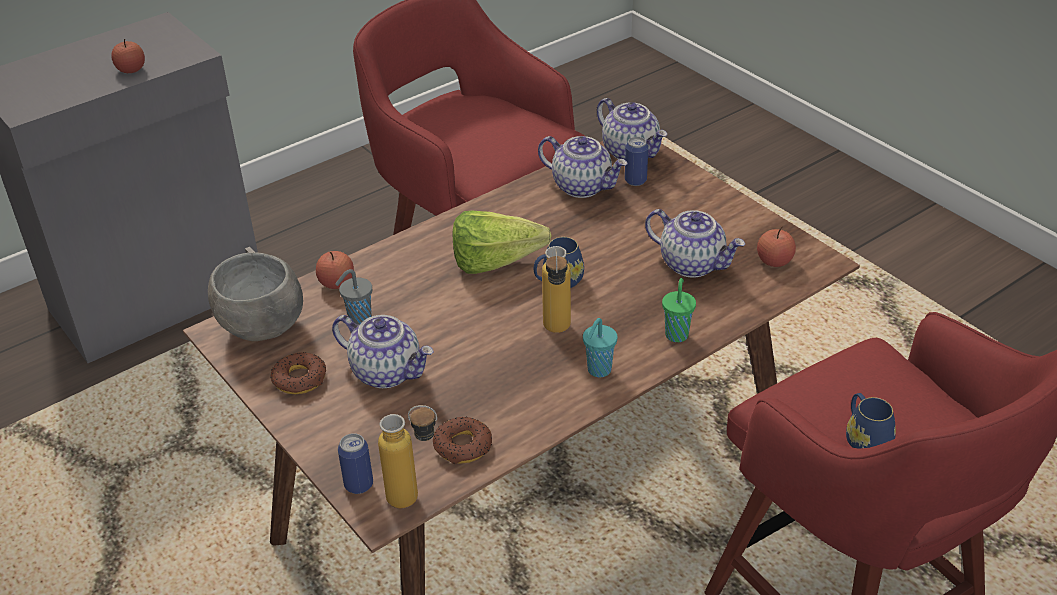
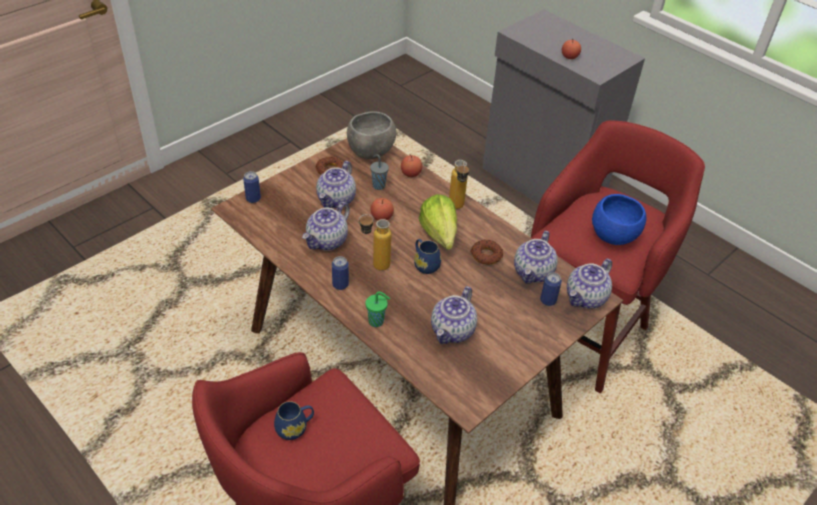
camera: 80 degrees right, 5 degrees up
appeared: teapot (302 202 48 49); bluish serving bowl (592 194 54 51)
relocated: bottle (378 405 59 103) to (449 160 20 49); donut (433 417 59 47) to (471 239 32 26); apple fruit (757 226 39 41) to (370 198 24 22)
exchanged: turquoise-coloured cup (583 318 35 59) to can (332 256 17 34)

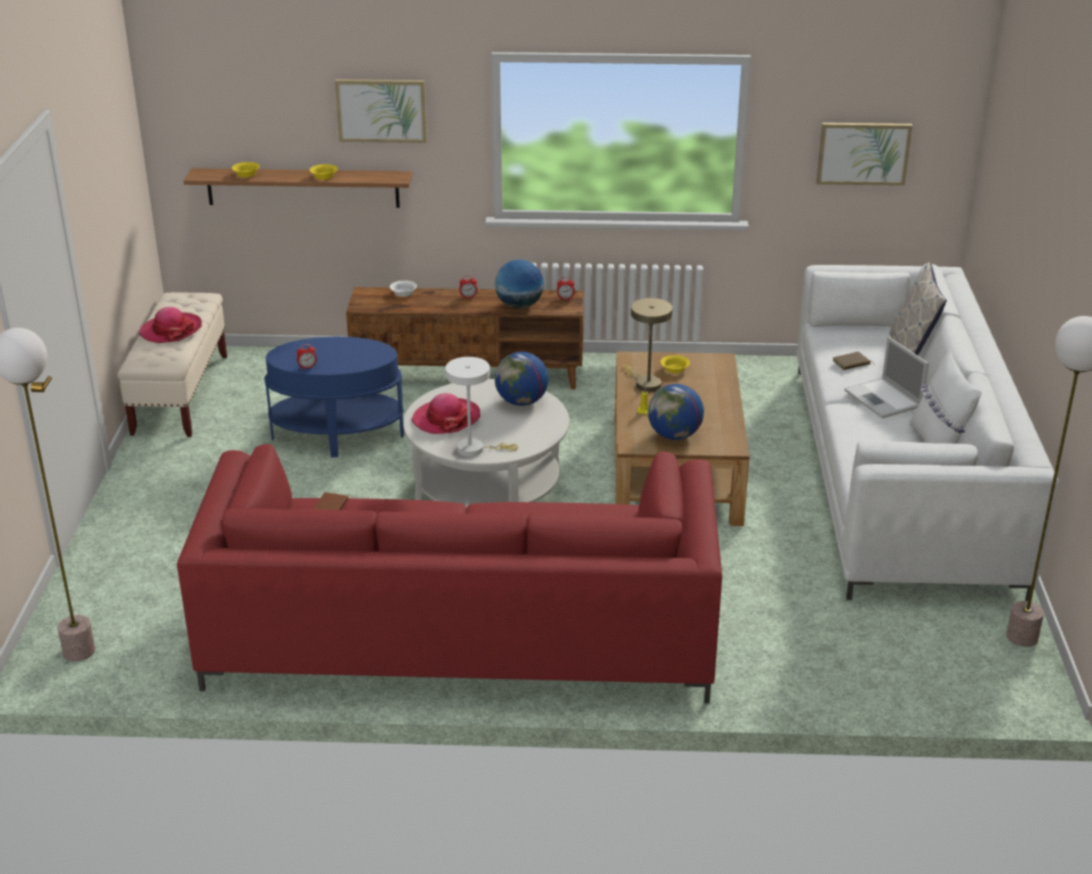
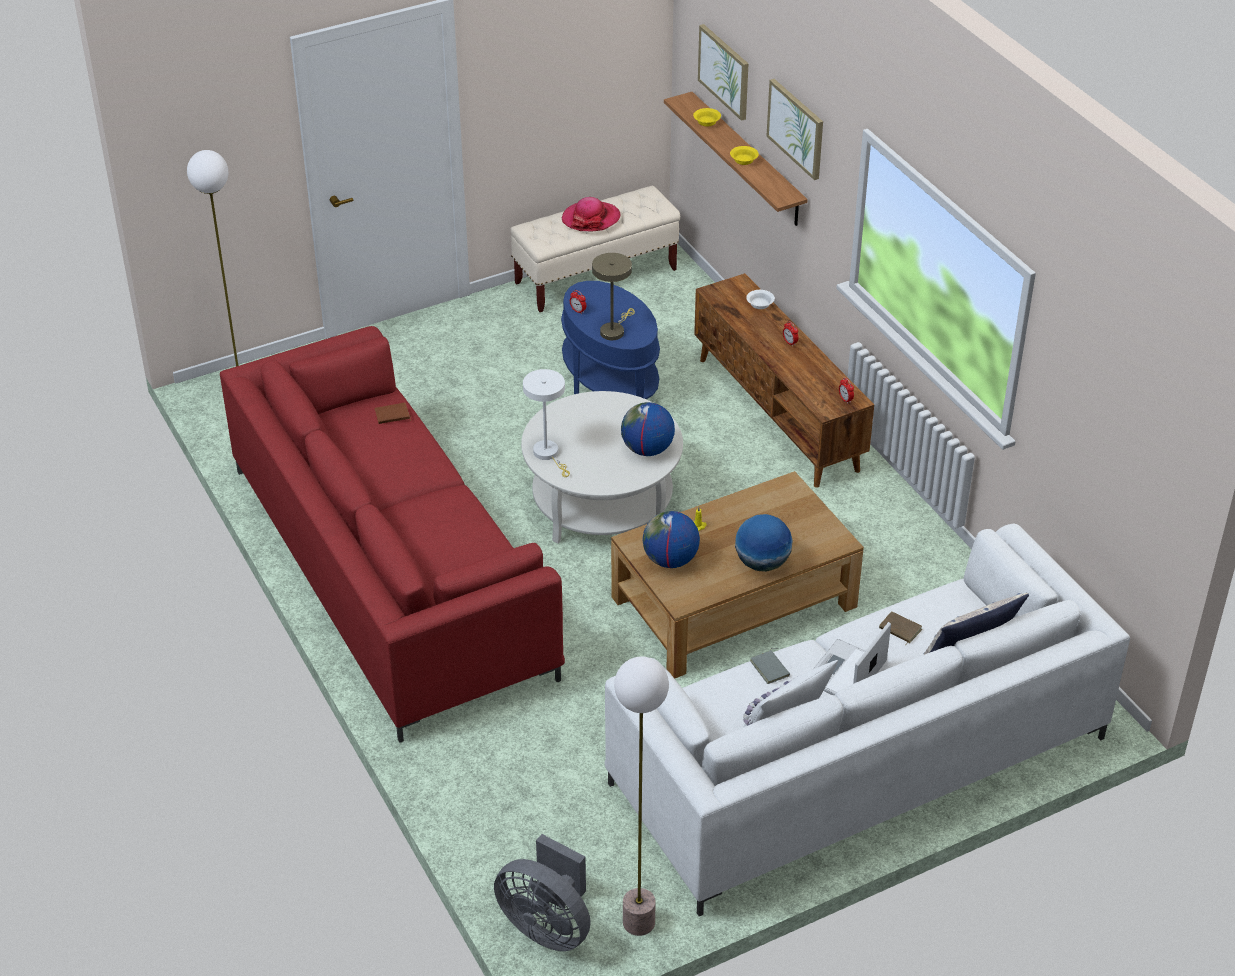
camera: 60 degrees right, 10 degrees up
missing: wearable hat (412 393 68 41); yellowish serving bowl (660 355 30 19)
appeared: gray cooling fan (494 834 97 117); gray volume (750 648 40 36)
relocated: world globe (495 260 49 49) to (735 514 58 58); beige-coloured table lamp (623 298 49 94) to (592 253 43 87); wall art (816 123 96 63) to (698 24 51 97)

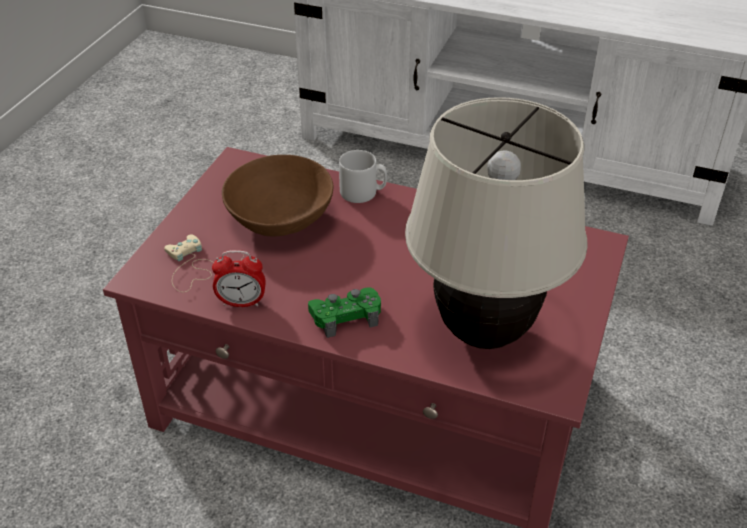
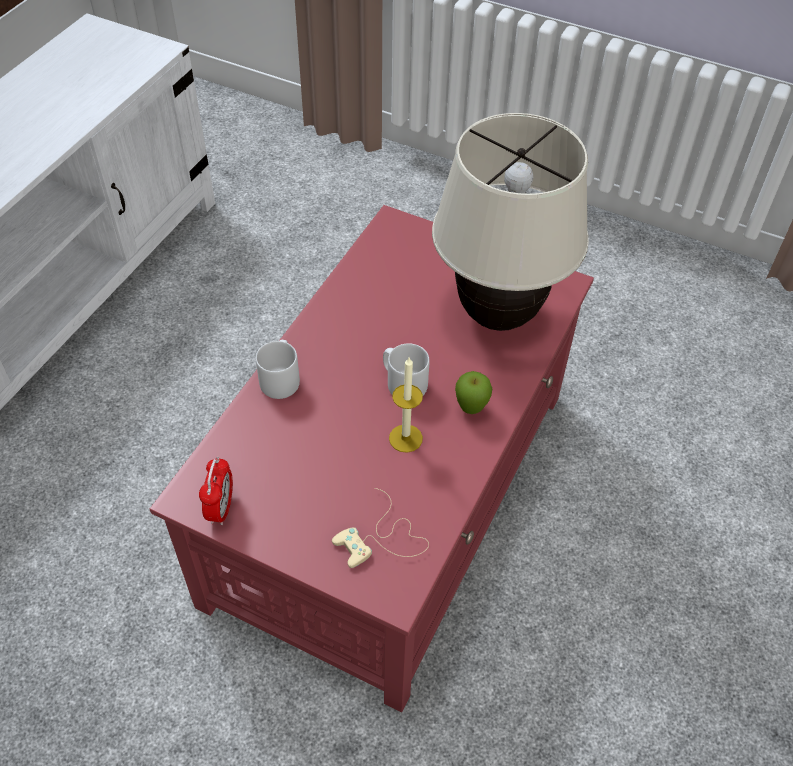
camera: 85 degrees left, 10 degrees up
missing: brown-coloured serving bowl (222 155 111 81)
appeared: gray tea mug (383 343 46 52); candle (389 357 34 96)
relocated: bedside clock (212 250 54 57) to (199 456 34 69)
exchanged: green game controller (308 287 73 51) to apple fruit (455 371 37 43)

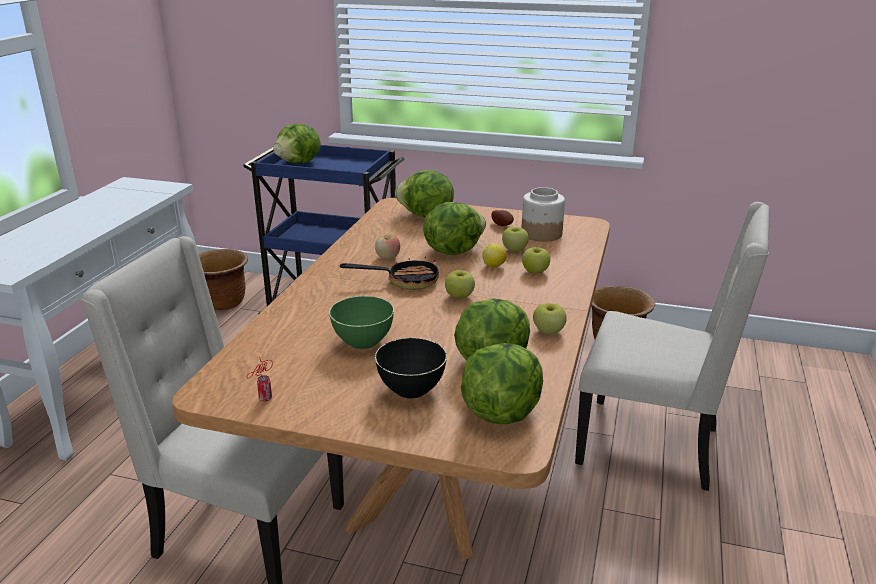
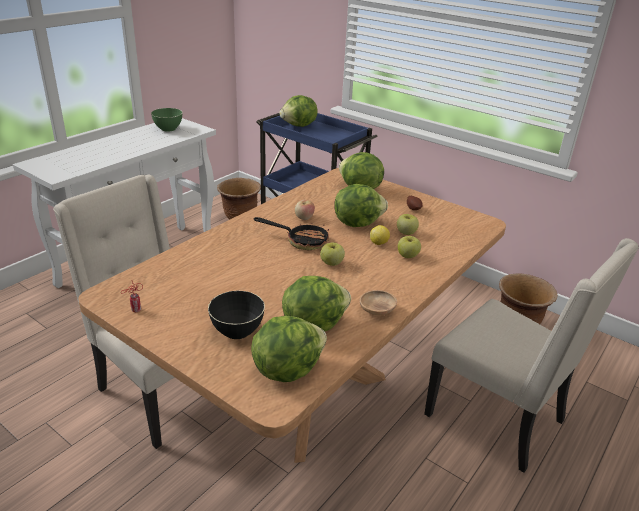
camera: 20 degrees right, 5 degrees up
missing: storage jar (521 187 44 55)
relocated: green serving bowl (329 296 65 53) to (151 108 32 23)
exchanged: apple fruit (533 303 34 31) to brown-coloured serving bowl (360 290 37 25)

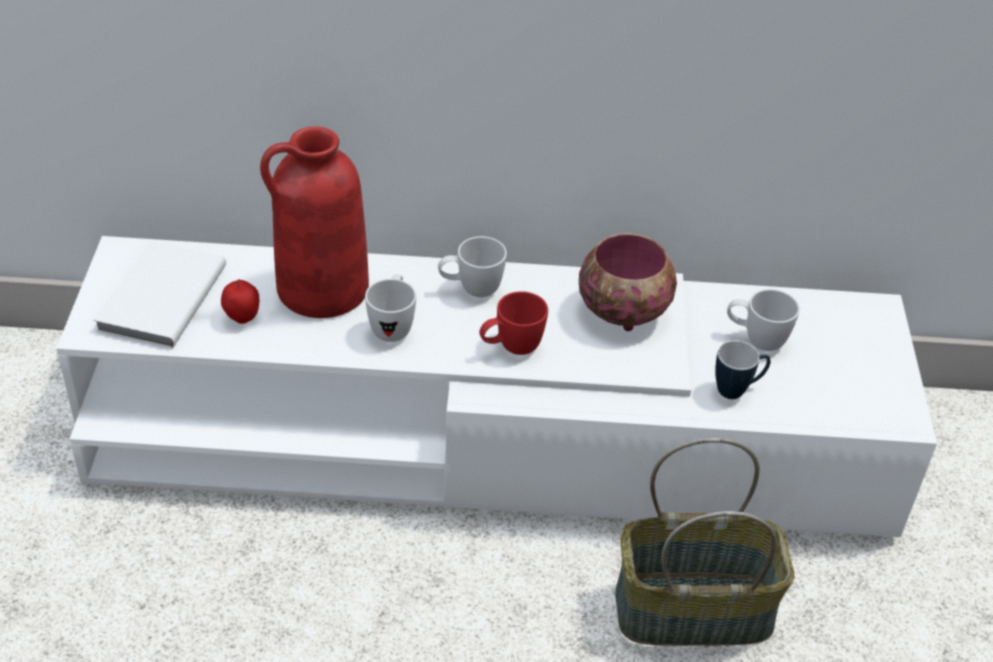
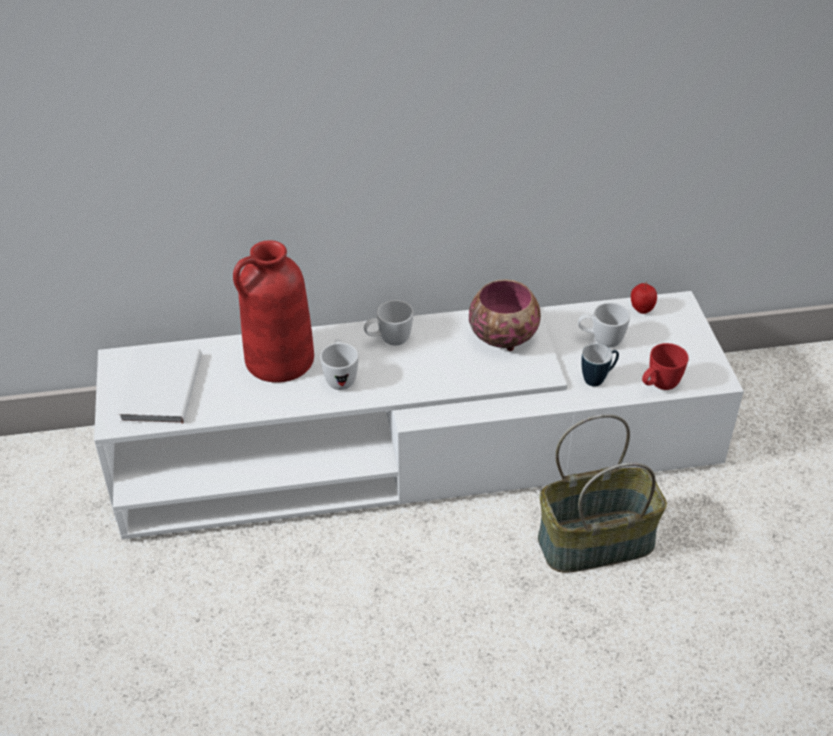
camera: 10 degrees left, 0 degrees up
relocated: apple fruit (221 279 38 45) to (631 282 26 32); red-coloured tea mug (479 291 69 64) to (642 343 47 47)

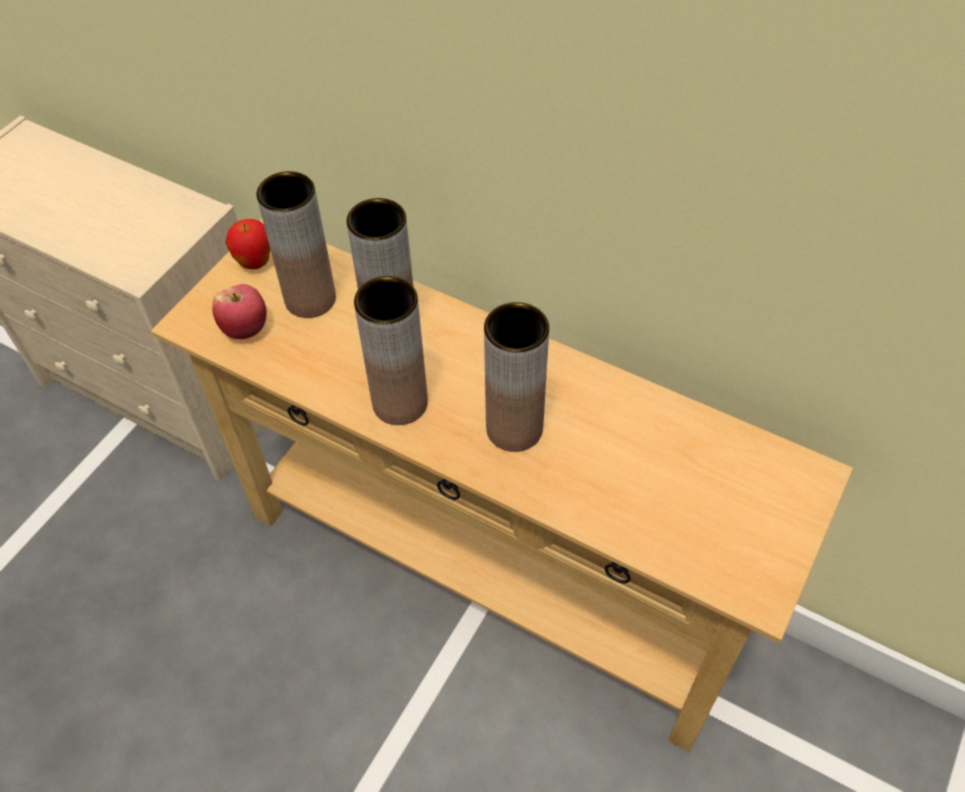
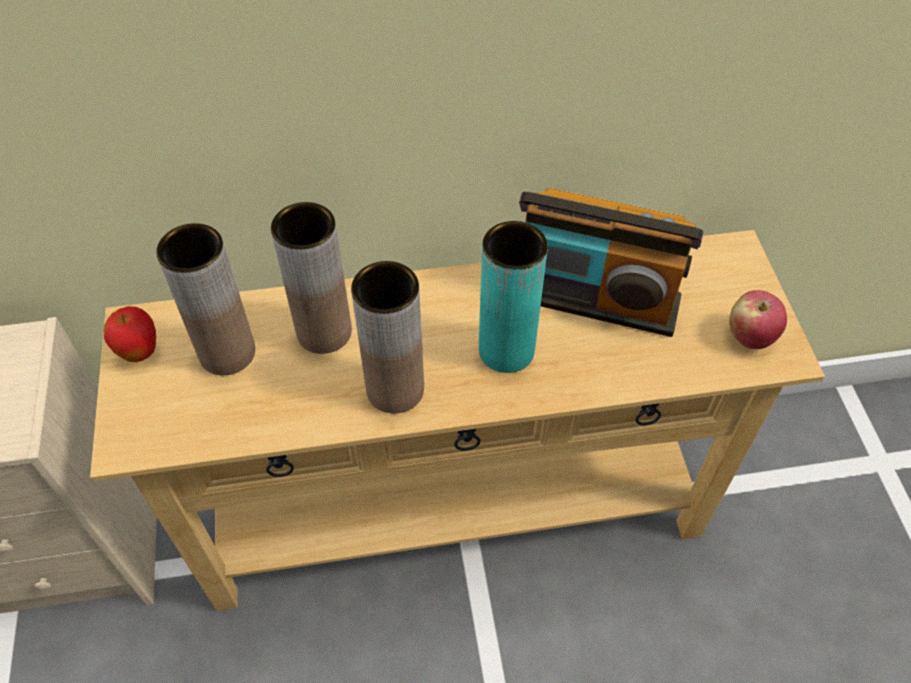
camera: 40 degrees left, 0 degrees up
appeared: radio receiver (519 188 185 149)
relocated: apple fruit (212 284 55 55) to (729 290 58 59)
colour: brown-coloured flower vase (484 302 65 150) to turquoise-coloured flower vase (479 221 69 152)

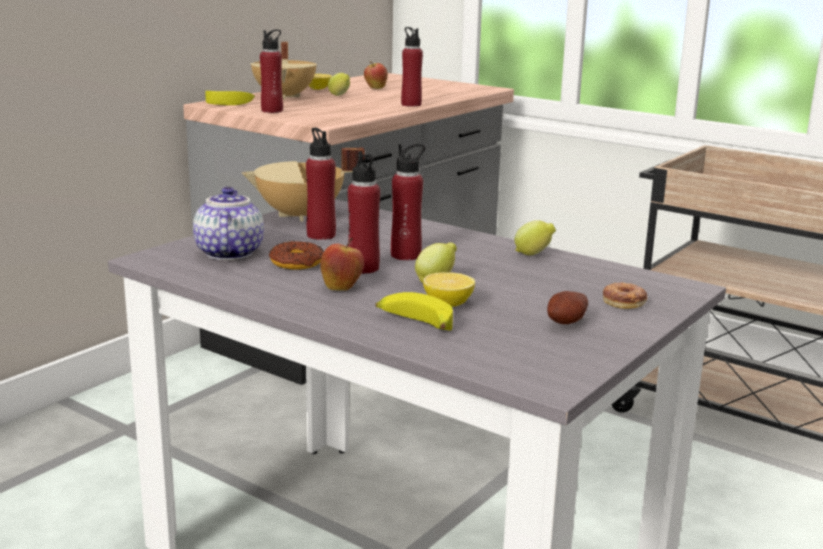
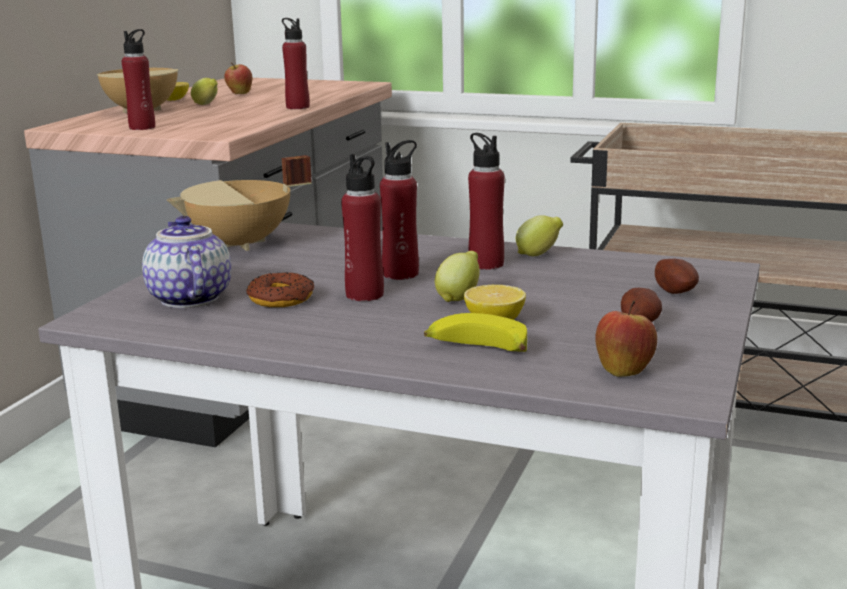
camera: 15 degrees left, 0 degrees up
missing: banana (205 91 50 14)
relocated: red-coloured bottle (306 128 30 112) to (468 133 37 137); apple fruit (320 238 44 53) to (595 301 62 76)
exchanged: donut (603 282 44 27) to potato (655 259 44 35)

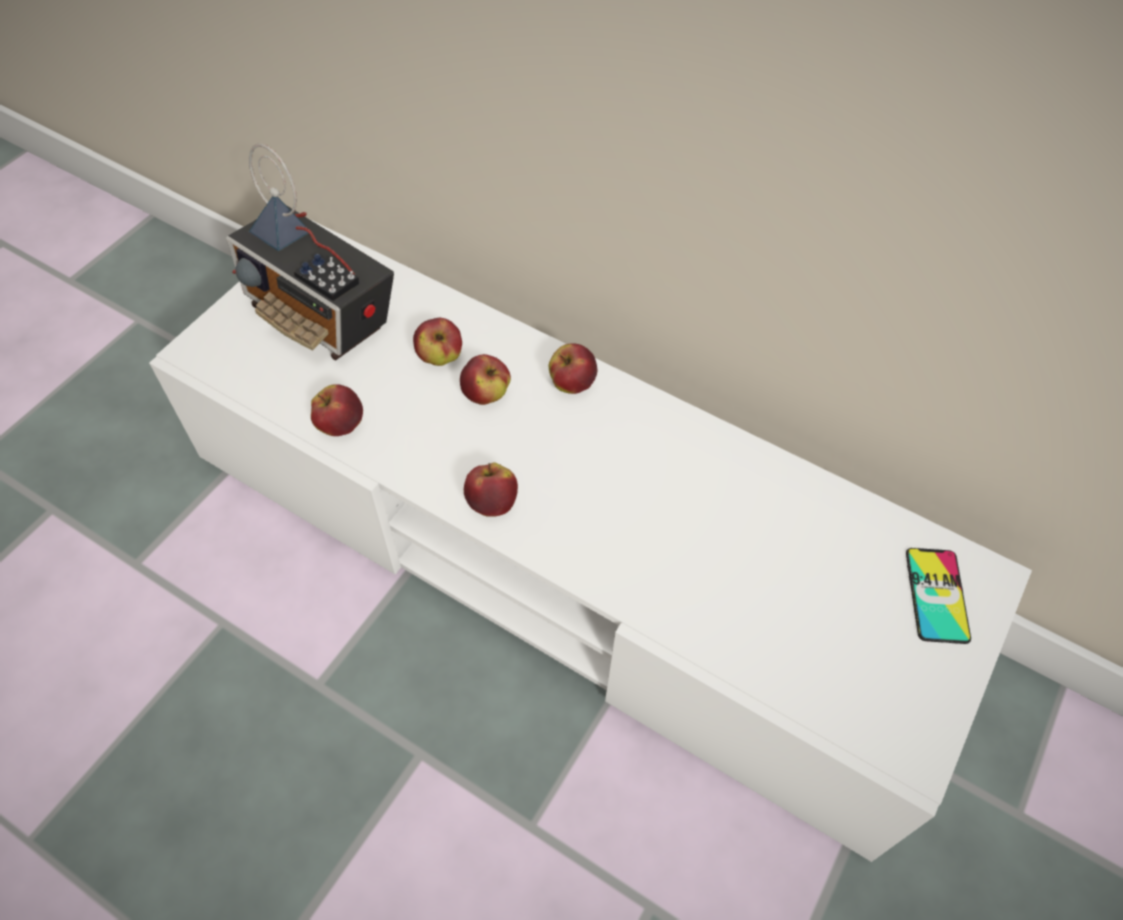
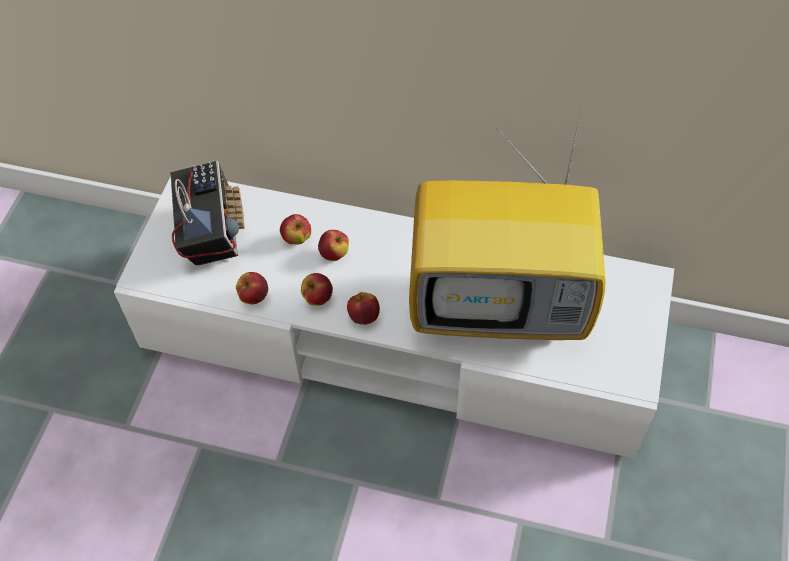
camera: 15 degrees left, 0 degrees up
missing: handset (906 548 65 96)
appeared: television (409 106 197 234)
relocated: apple fruit (549 343 48 51) to (301 273 32 33)
spun: radio receiver (226 144 168 216) = (171 161 74 104) 120 degrees counterclockwise

